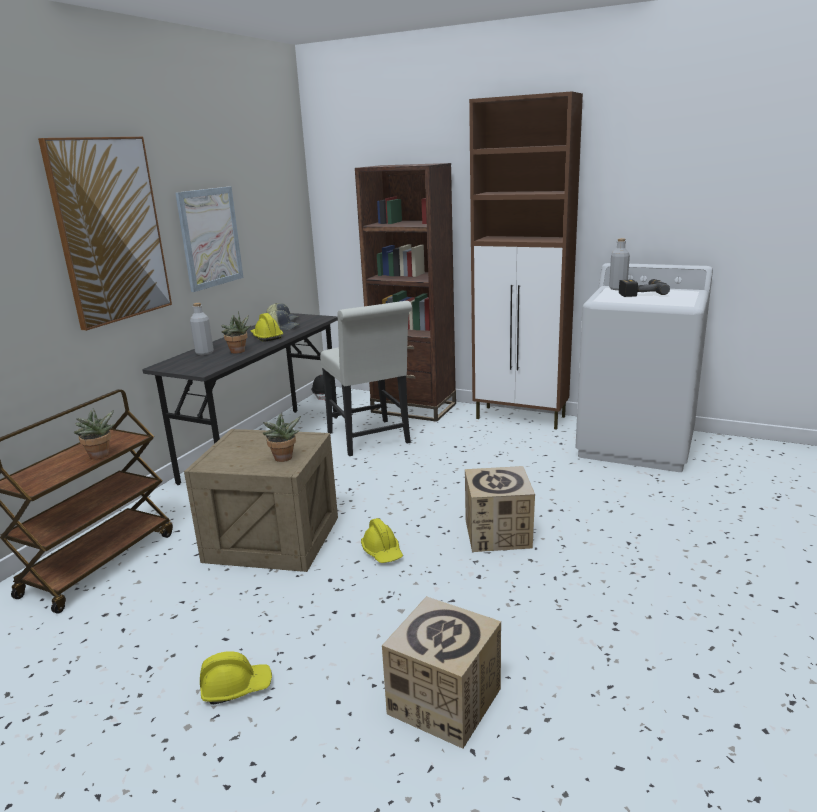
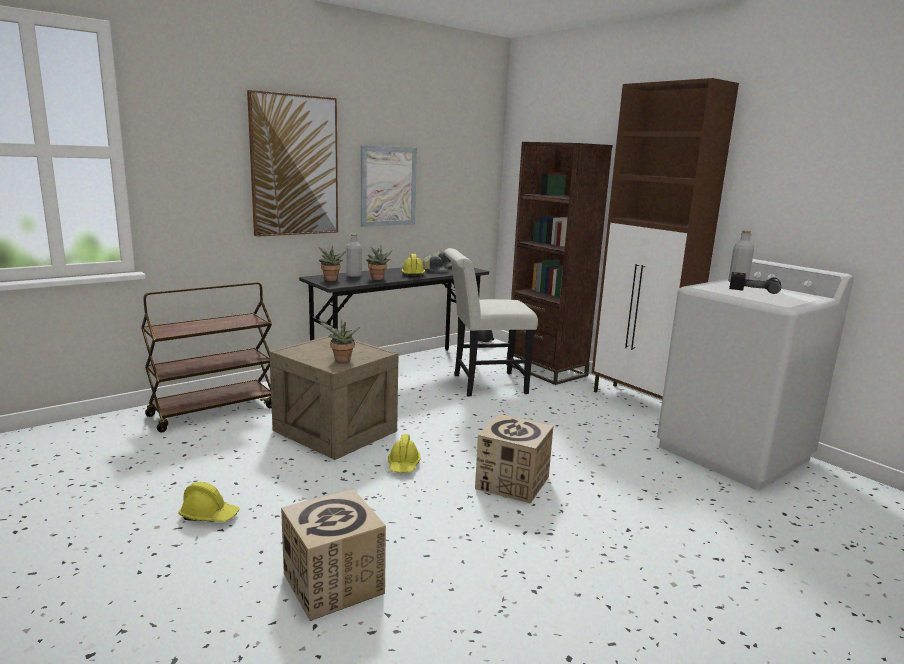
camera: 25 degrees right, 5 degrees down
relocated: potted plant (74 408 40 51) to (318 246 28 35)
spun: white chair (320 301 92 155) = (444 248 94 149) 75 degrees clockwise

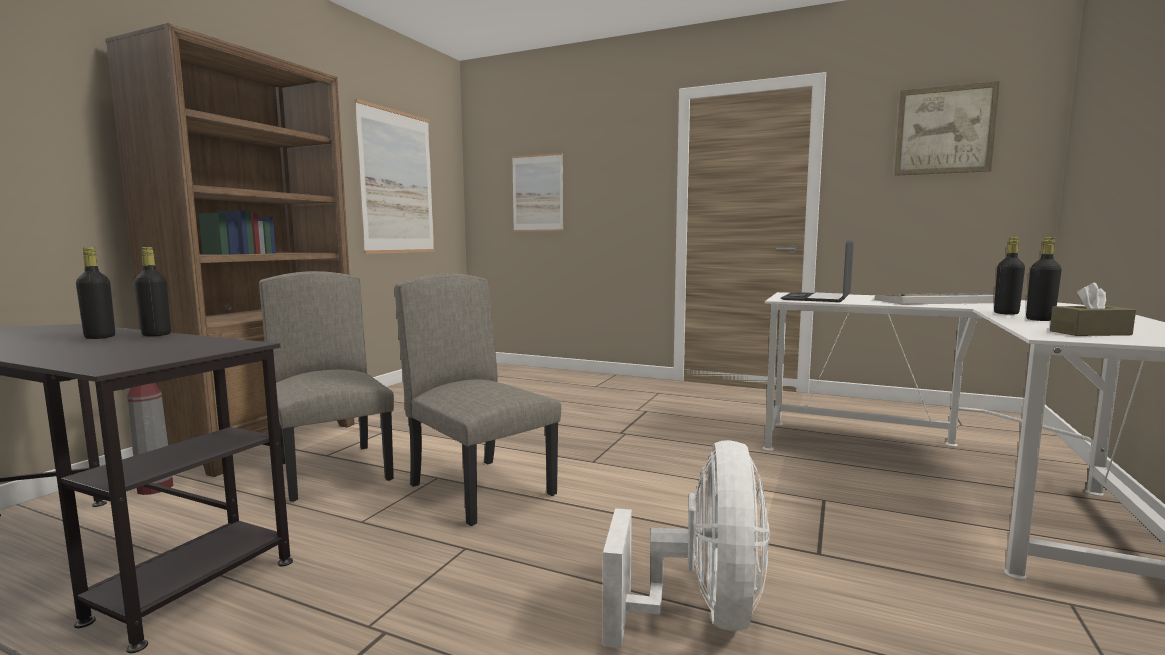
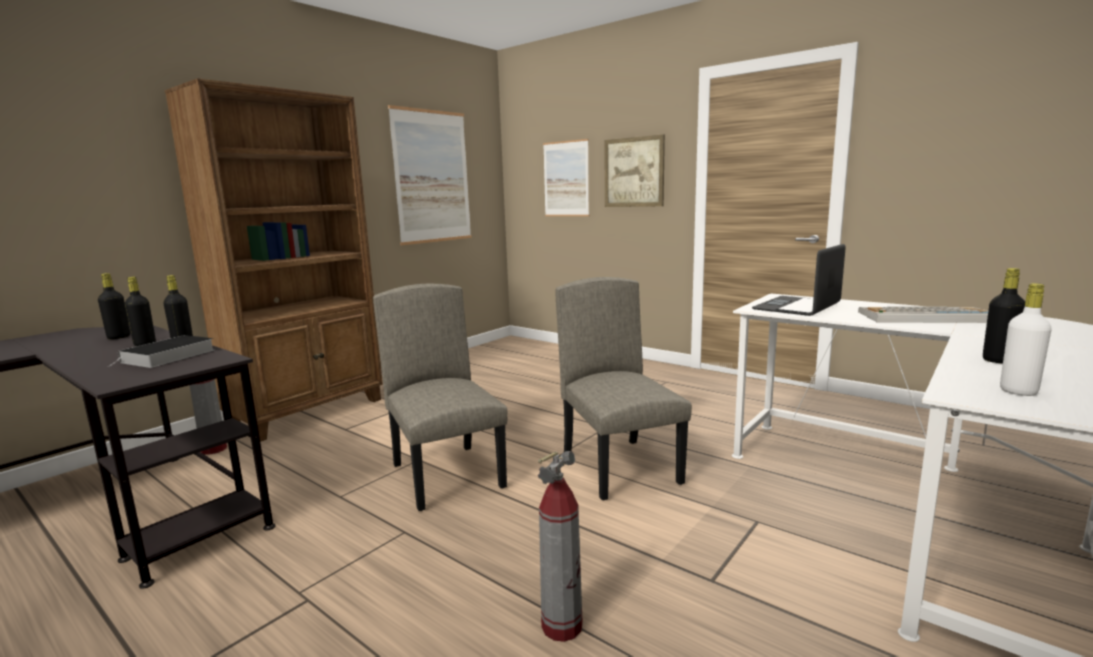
camera: 15 degrees right, 5 degrees up
appeared: volume (109 335 105 33)
relocated: beige-coloured chair (259 271 135 231) to (555 277 137 223); wall art (894 81 106 95) to (604 134 61 73); blackish bottle (994 237 31 78) to (98 273 32 66)
exchanged: white cooling fan (603 440 167 208) to fire-fighting cylinder (538 451 45 191); brown-coloured tissue box (1050 283 86 53) to white bottle (1000 283 52 113)

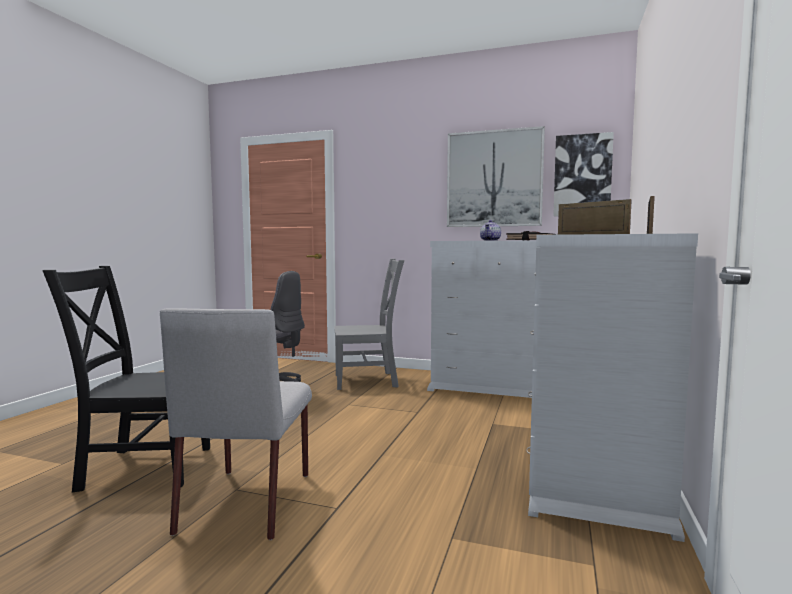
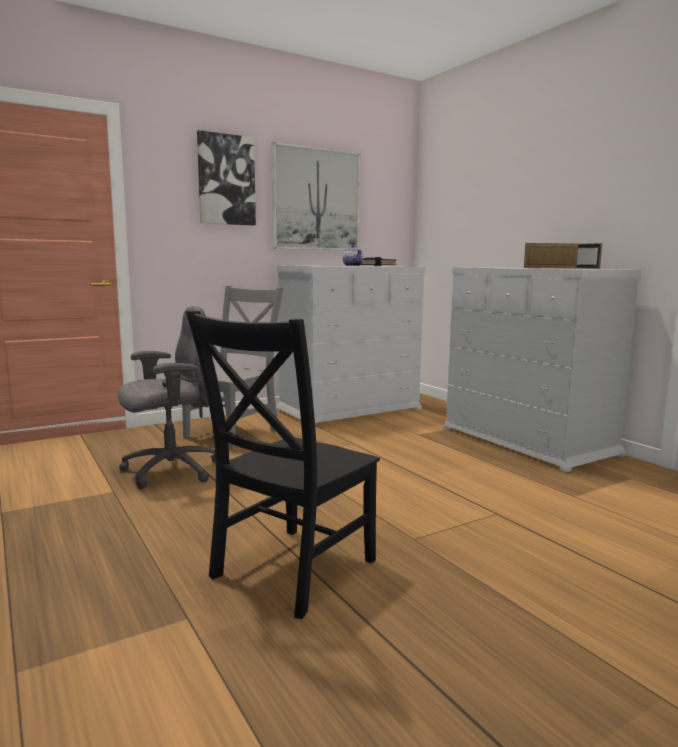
camera: 50 degrees left, 5 degrees up
missing: gray chair (160 308 152 232)
relocated: wall art (553 132 61 84) to (197 130 59 96)

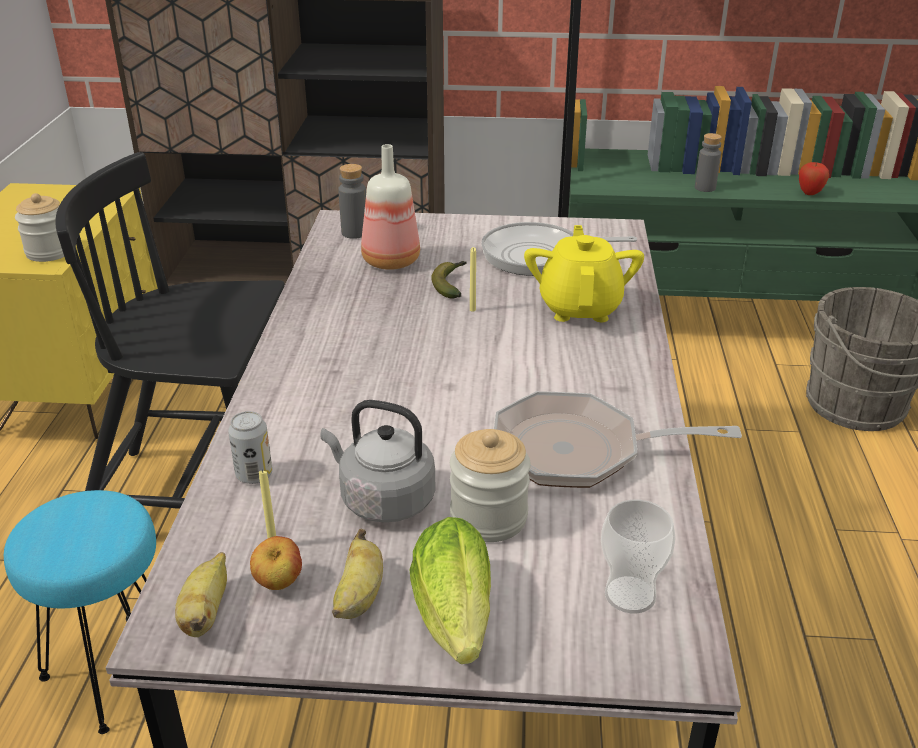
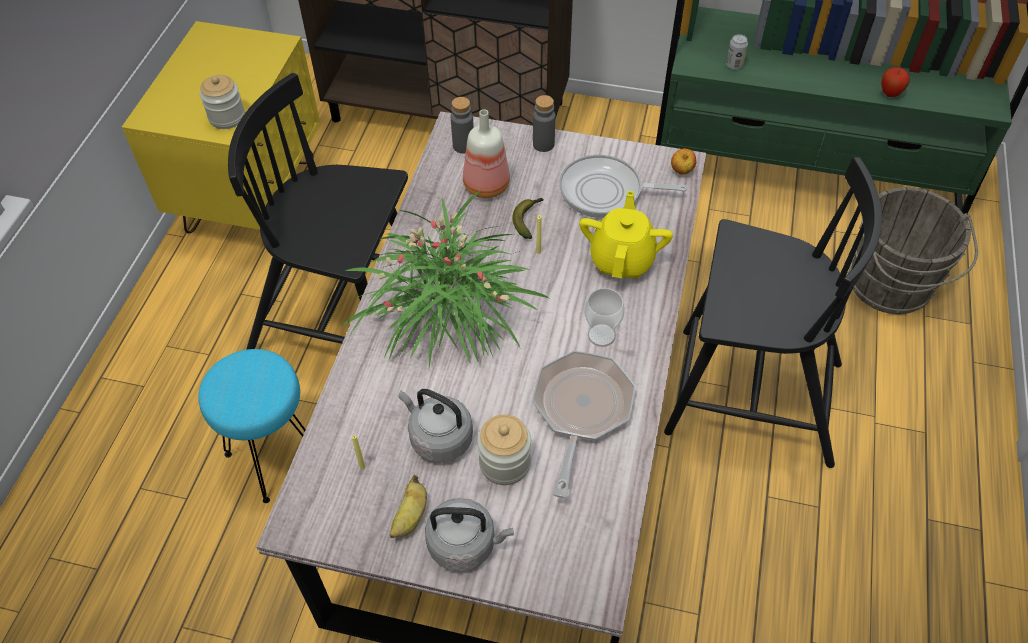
camera: 10 degrees right, 20 degrees up
missing: banana (175 552 52 85)
appeared: potted plant (340 191 209 176); blackish chair (664 157 218 311)
relocated: can (228 411 44 73) to (726 34 22 36); apple fruit (250 536 52 54) to (671 148 25 27); cup (601 499 75 115) to (584 288 41 59); gray bottle (695 133 27 59) to (533 95 22 57)
exchanged: lettuce head (409 517 82 147) to gray water kettle (425 498 89 73)
spun: skillet (494 391 248 97) = (532 351 104 147) 90 degrees clockwise

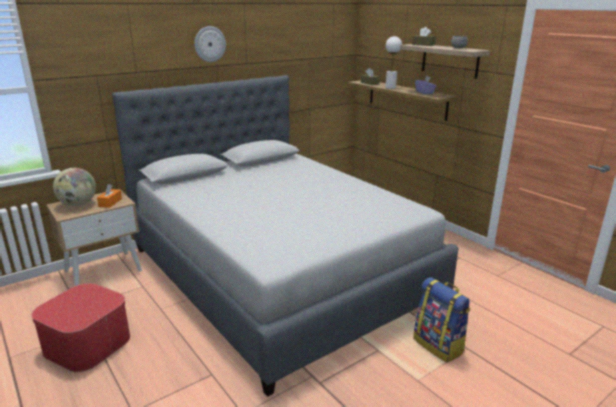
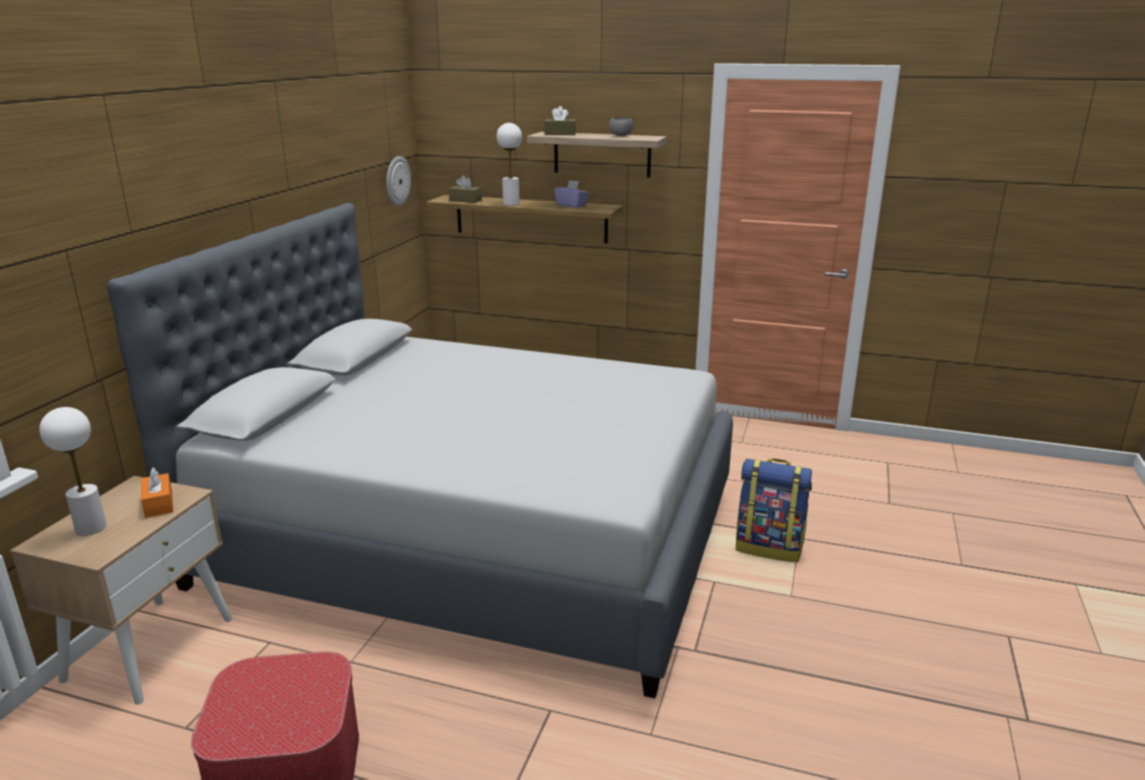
camera: 35 degrees left, 0 degrees up
relocated: clock on the wall (195 26 31 36) to (387 156 24 50)
exchanged: world globe (53 168 43 38) to white table lamp (39 407 68 129)

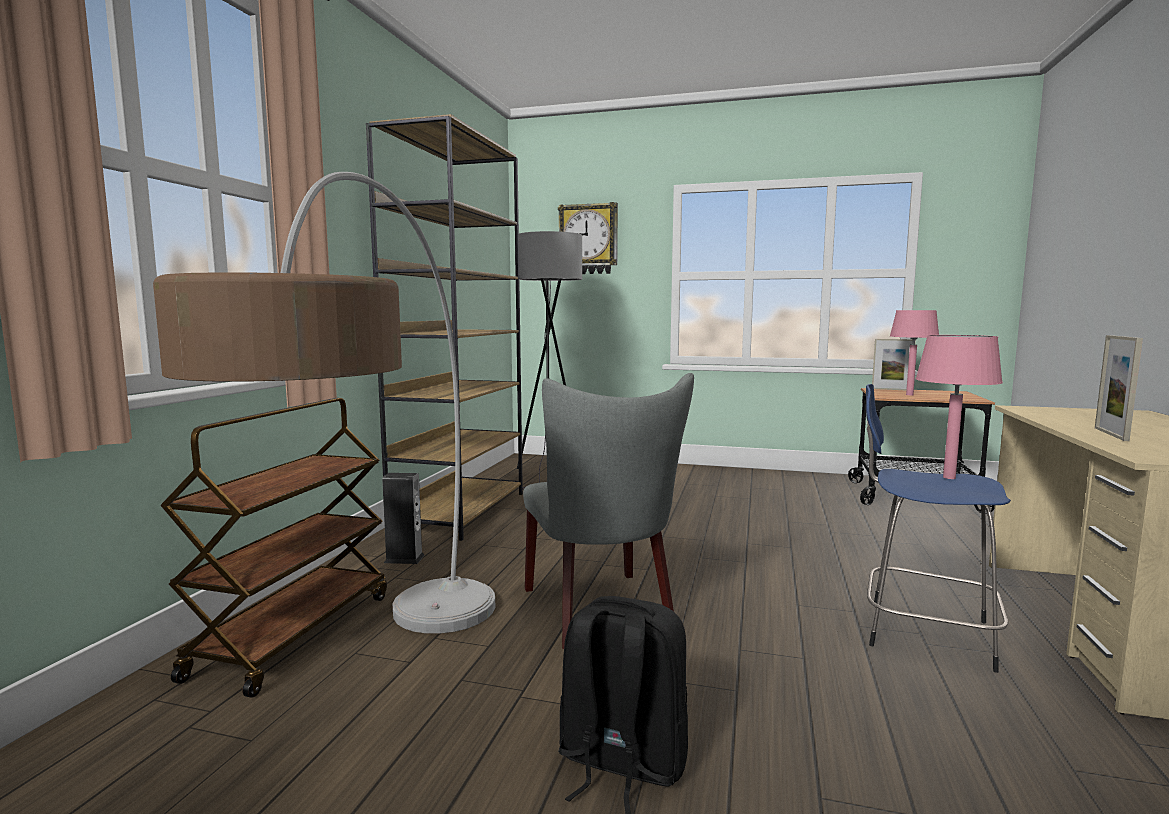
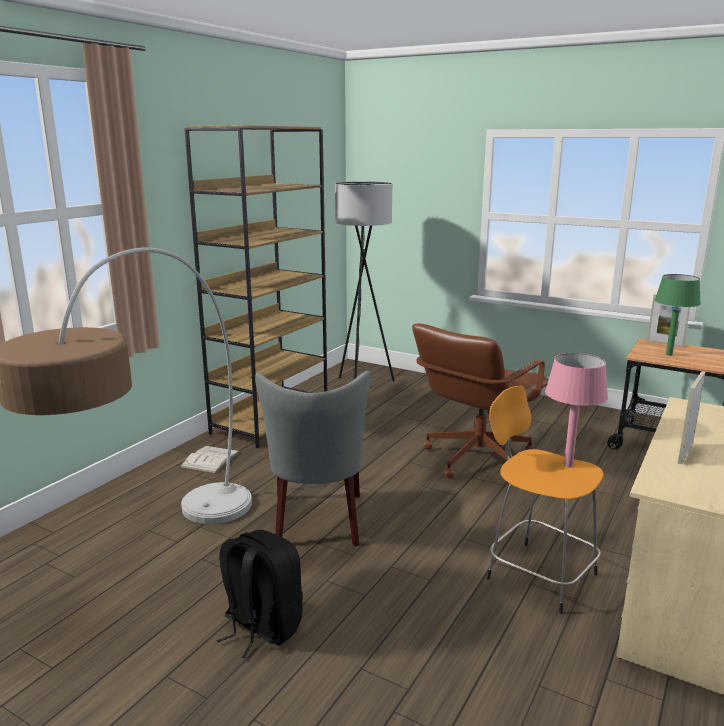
camera: 15 degrees right, 10 degrees up
missing: brown-coloured trolley (160 398 227 300); clock on the wall (558 202 60 72)
appeared: brown-coloured office chair (412 324 137 155)
exchanged: audio speaker (382 473 42 91) to white volume (180 446 60 28)
colour: bluish stool (866 384 145 289) to orange stool (487 385 117 229); pink table lamp (890 310 49 85) to green table lamp (655 274 46 82)

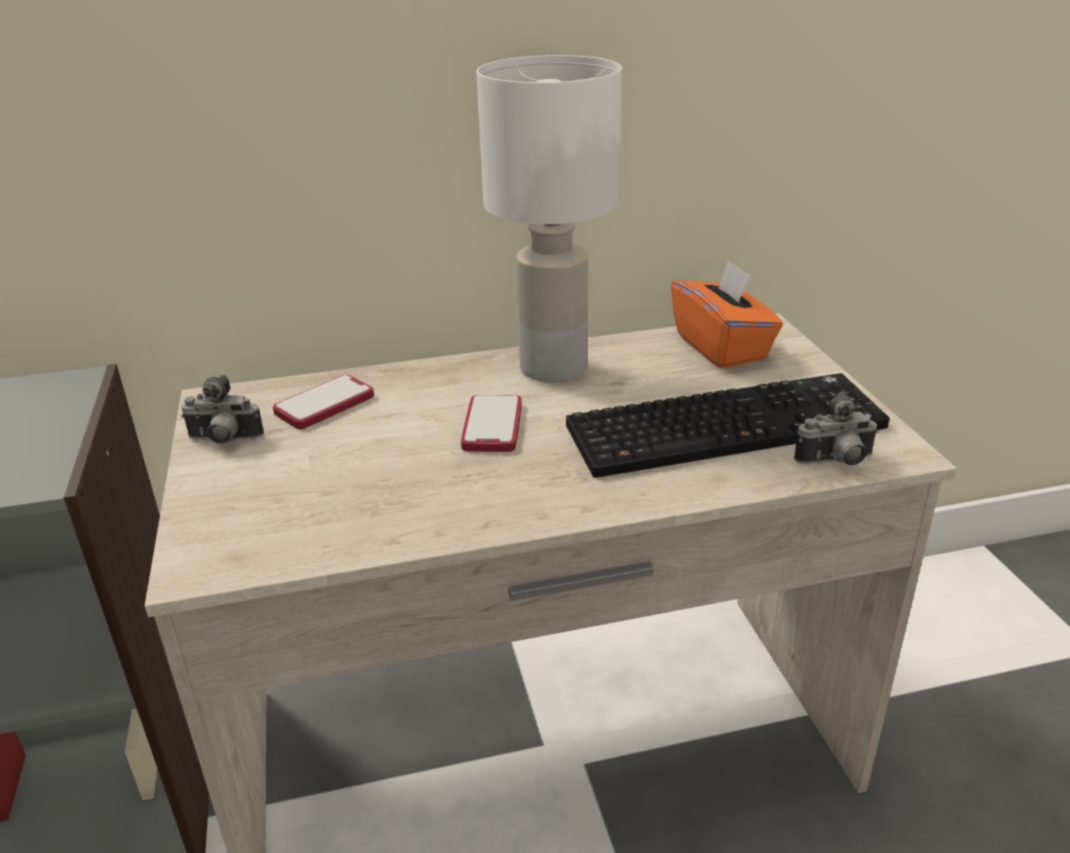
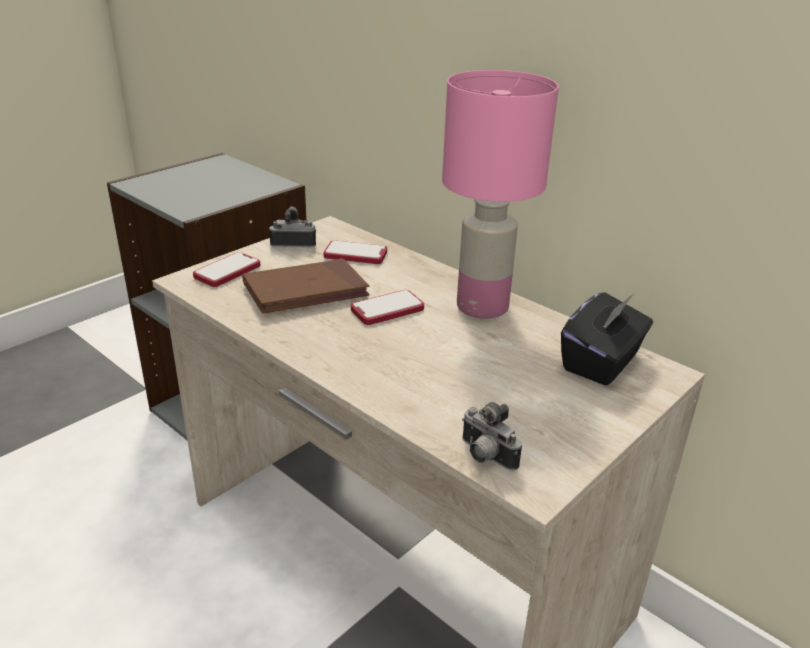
camera: 55 degrees right, 0 degrees up
missing: PC keyboard (566 373 324 105)
appeared: handset (193 252 67 35); brown-coloured volume (242 258 127 56)
colour: white table lamp (476 55 146 328) to pink table lamp (442 70 117 249); orange tissue box (671 260 112 108) to blackish tissue box (561 292 92 94)
spun: photo camera (181 375 83 69) = (269 206 47 41) 120 degrees clockwise

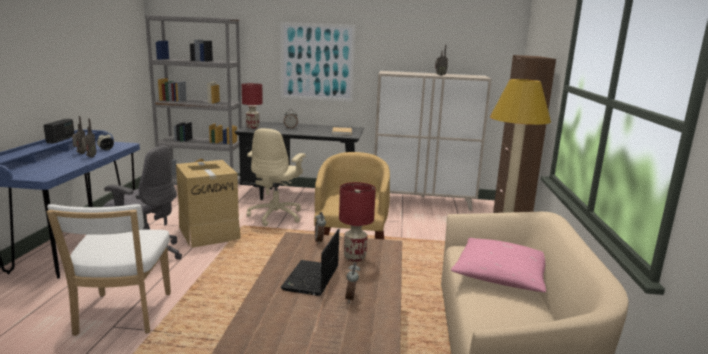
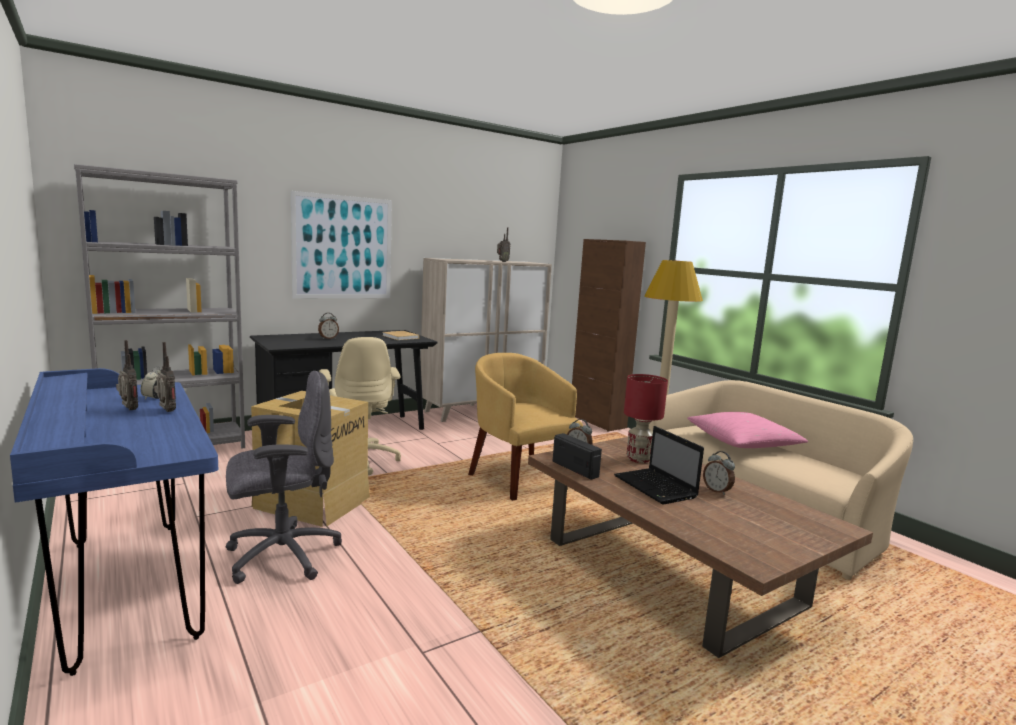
camera: 40 degrees left, 5 degrees down
missing: white chair (47 204 124 132); red-coloured table lamp (242 83 21 45)
relocated: radio receiver (43 119 32 24) to (553 433 49 47)

